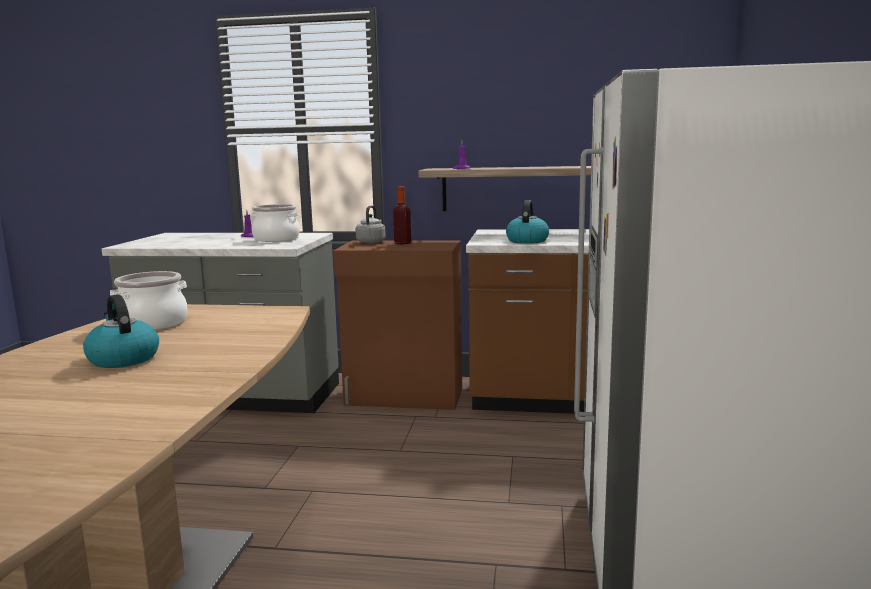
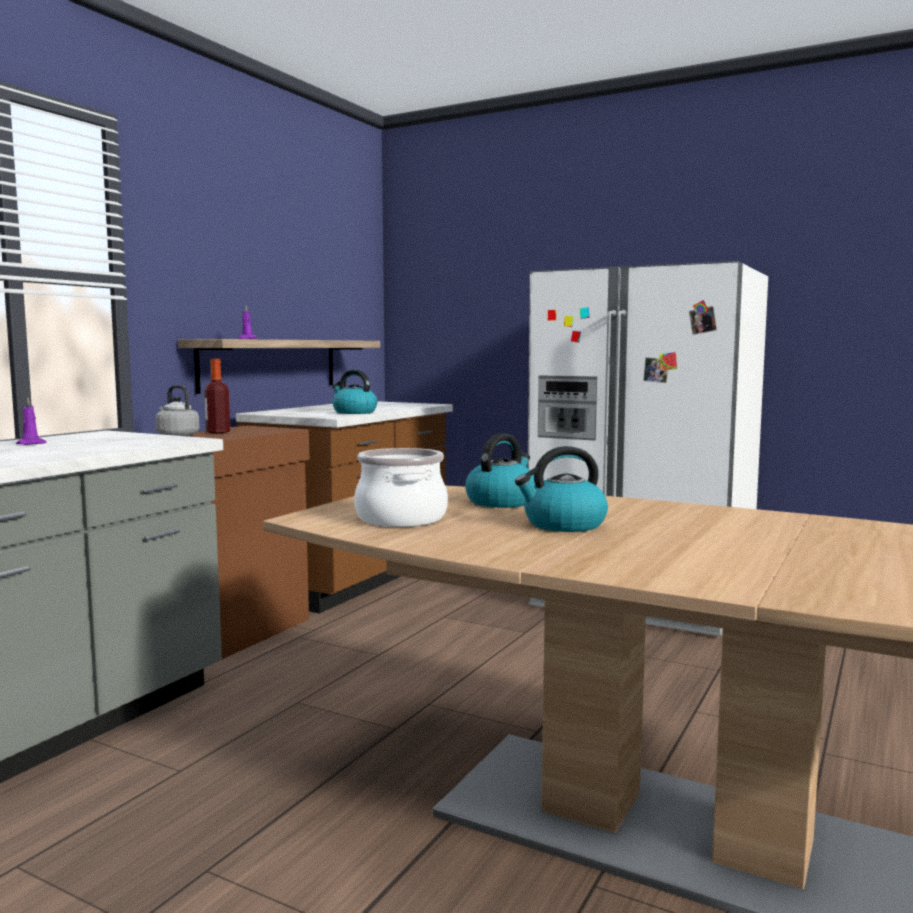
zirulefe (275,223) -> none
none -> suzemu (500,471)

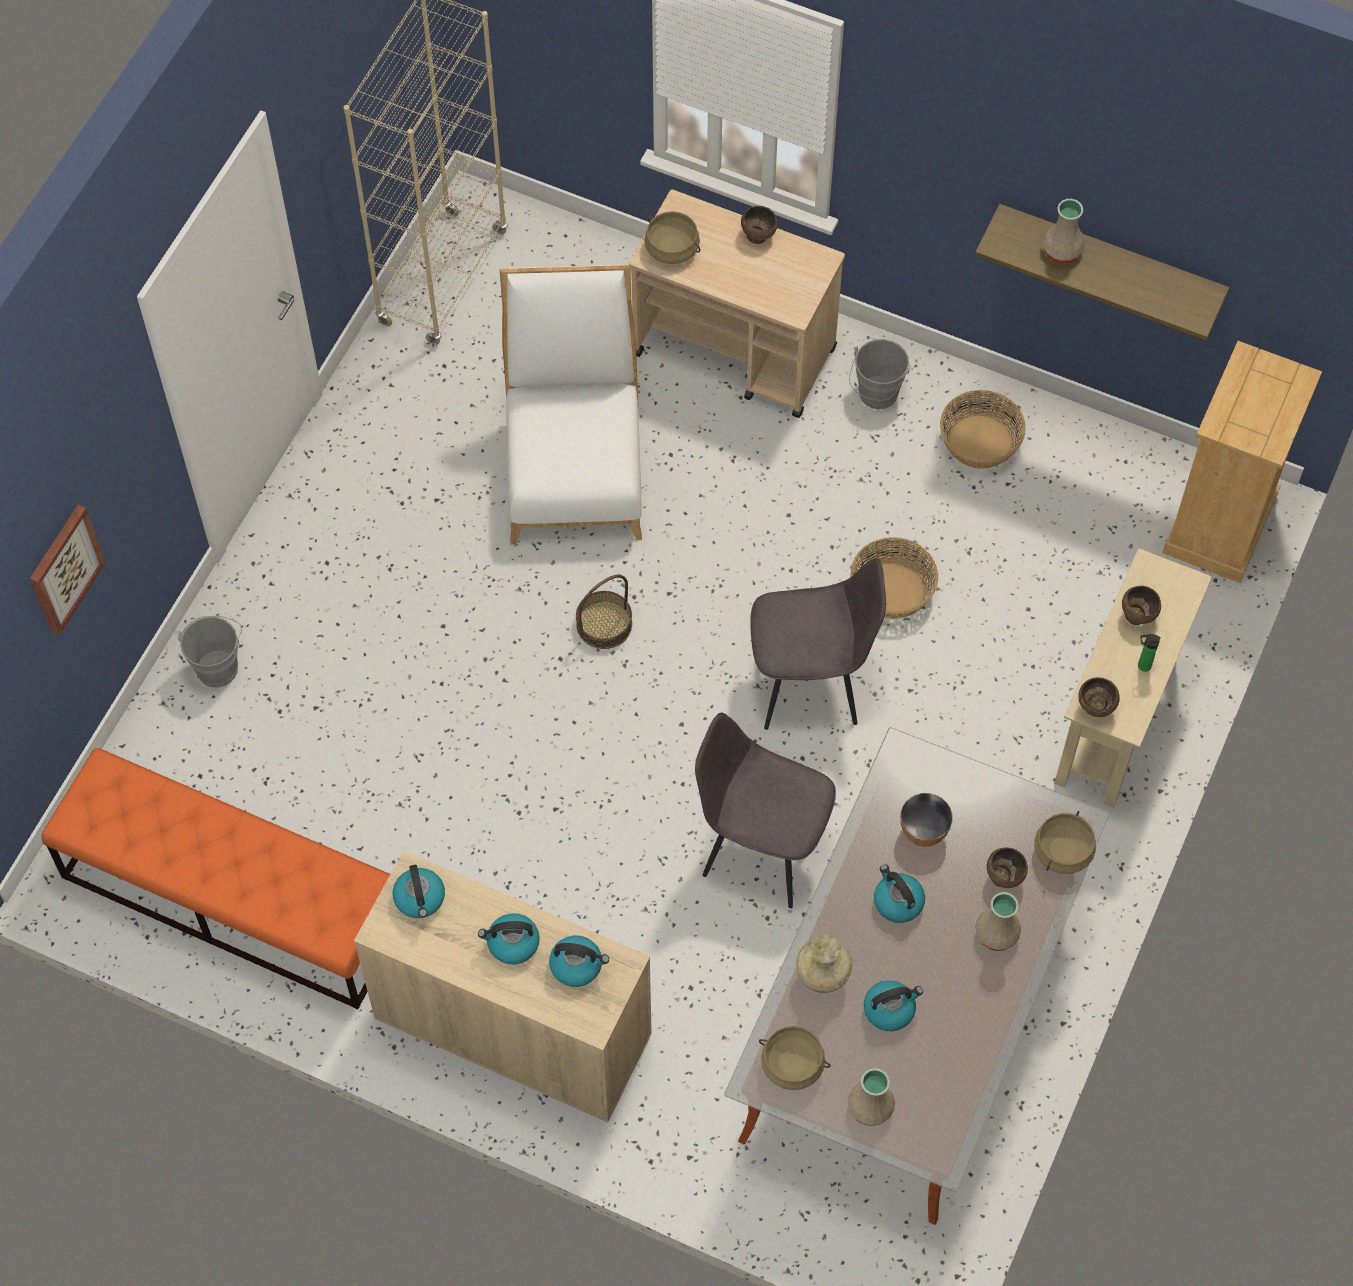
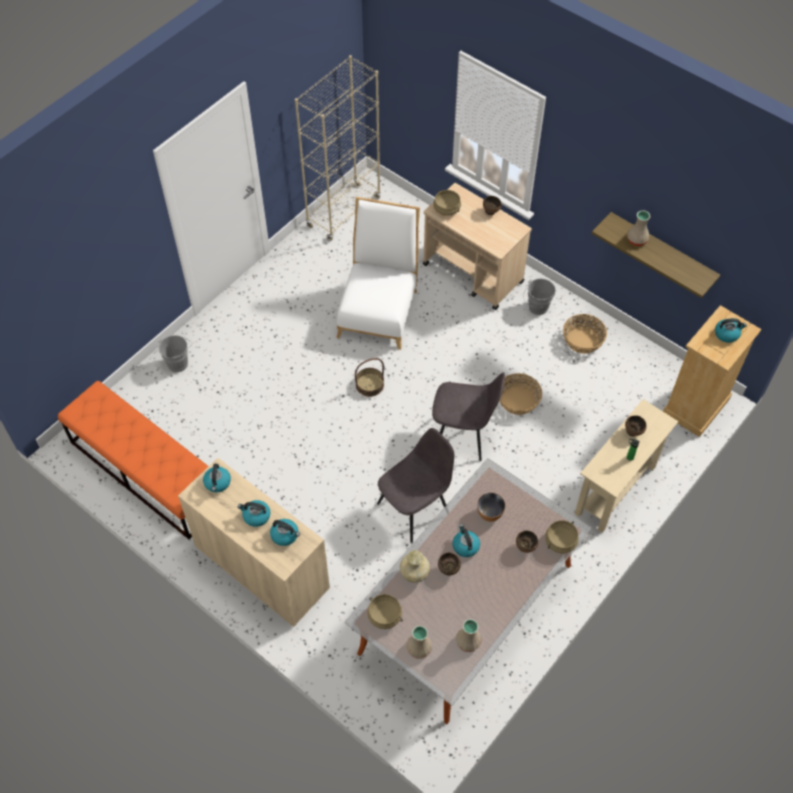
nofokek (68,570) -> none
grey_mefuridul (765,810) -> grey_mefuridul (415,485), 105 degrees clockwise
suzemu (893,1005) -> suzemu (731,330), moved
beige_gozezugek (998,921) -> beige_gozezugek (469,635), moved
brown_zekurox (1099,697) -> brown_zekurox (449,564), moved

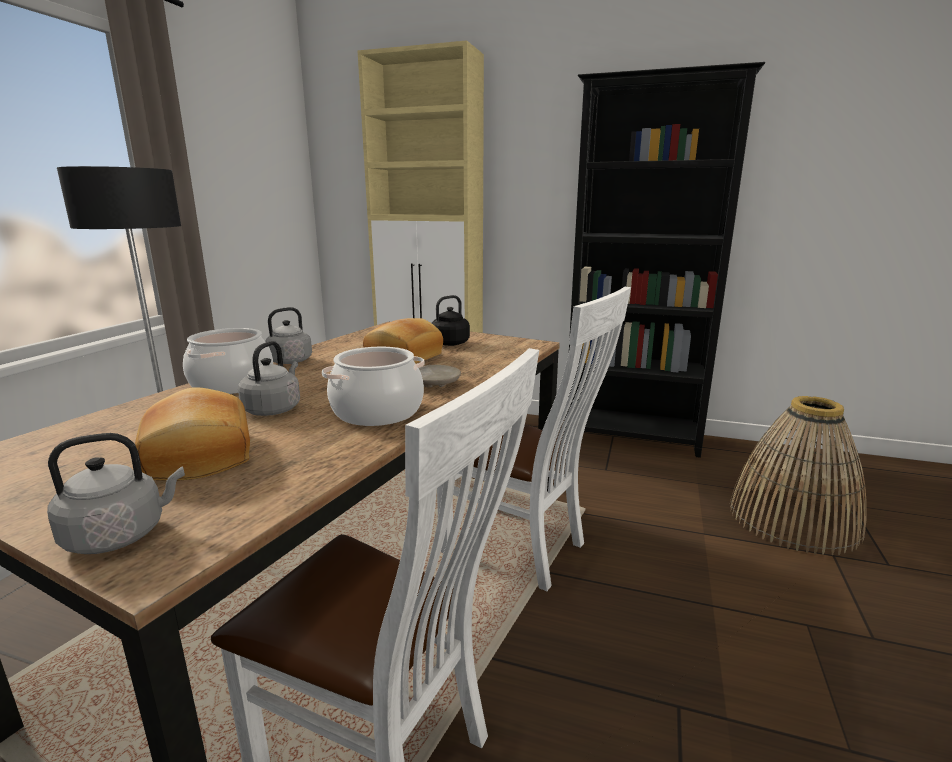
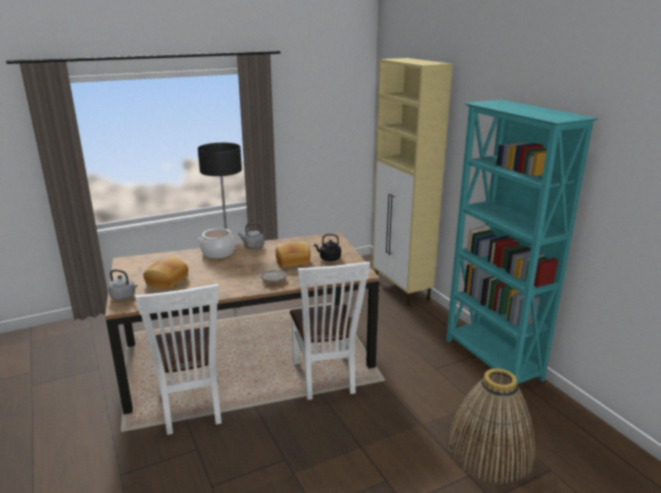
grey_suzemu (269,378) -> none
zirulefe (373,386) -> none
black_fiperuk (664,260) -> turquoise_fiperuk (522,242)

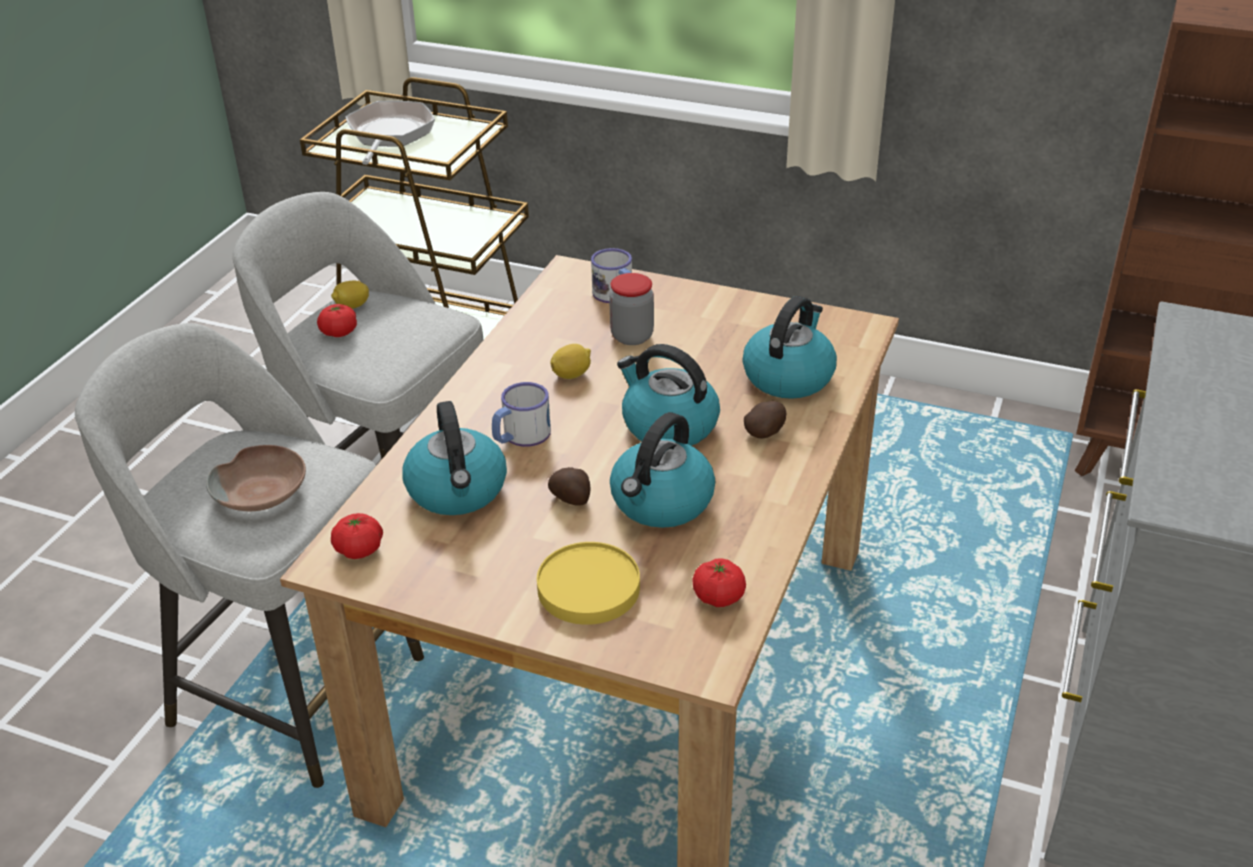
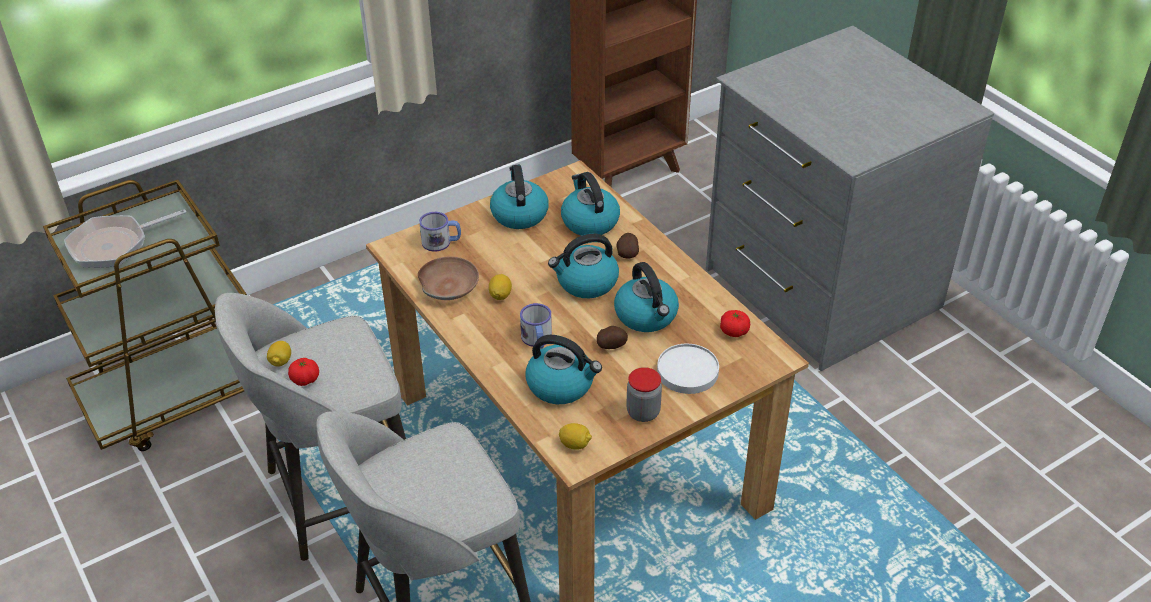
brown_zekurox (256,478) -> brown_zekurox (448,278), moved
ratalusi (357,536) -> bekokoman (575,436)
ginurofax (390,133) -> ginurofax (125,238), 75 degrees counterclockwise
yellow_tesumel (588,583) -> white_tesumel (688,369)
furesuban (631,309) -> furesuban (644,394), moved
none -> suzemu (519,197)

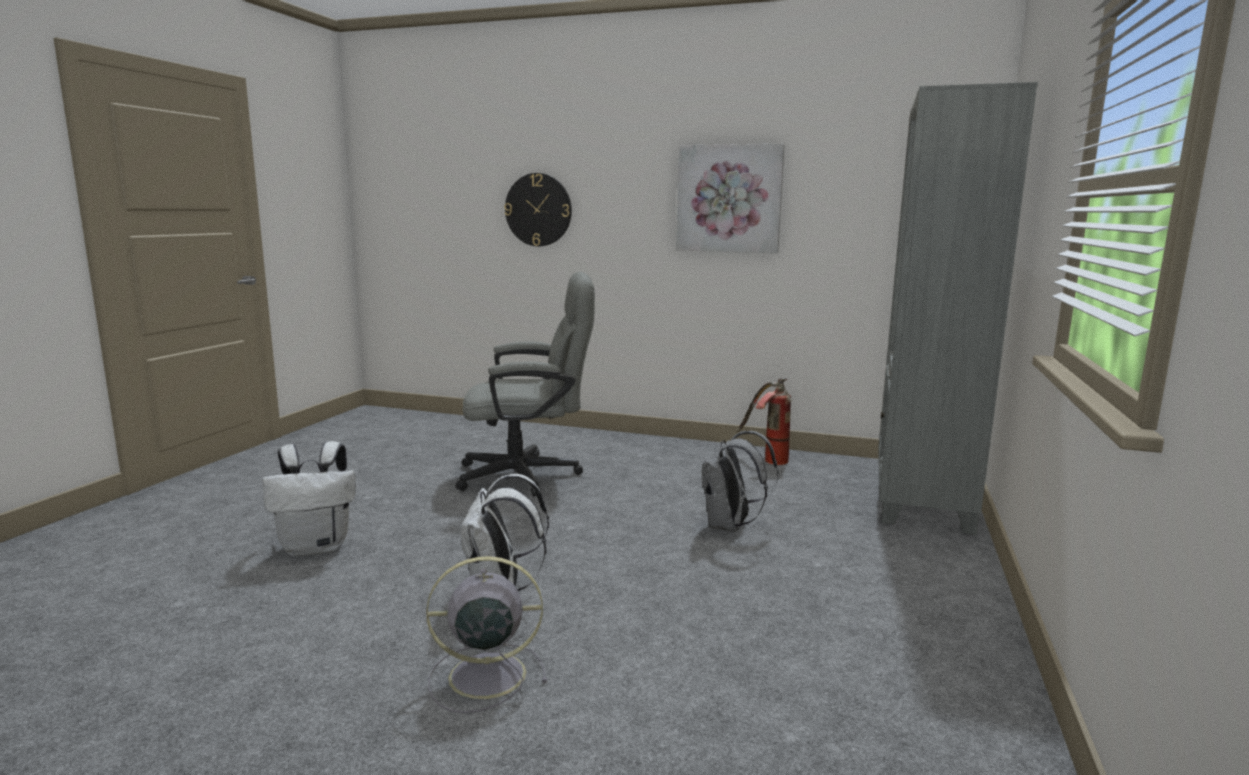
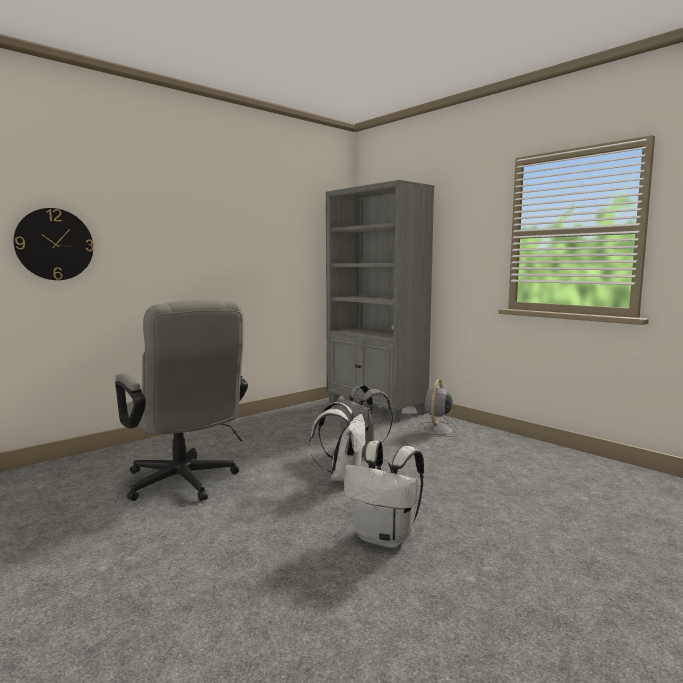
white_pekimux (309,499) -> white_pekimux (337,442), moved
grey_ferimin (486,634) -> grey_ferimin (437,408), moved
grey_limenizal (525,384) -> grey_limenizal (181,400), 120 degrees clockwise
nofokek (730,198) -> none
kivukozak (764,421) -> none

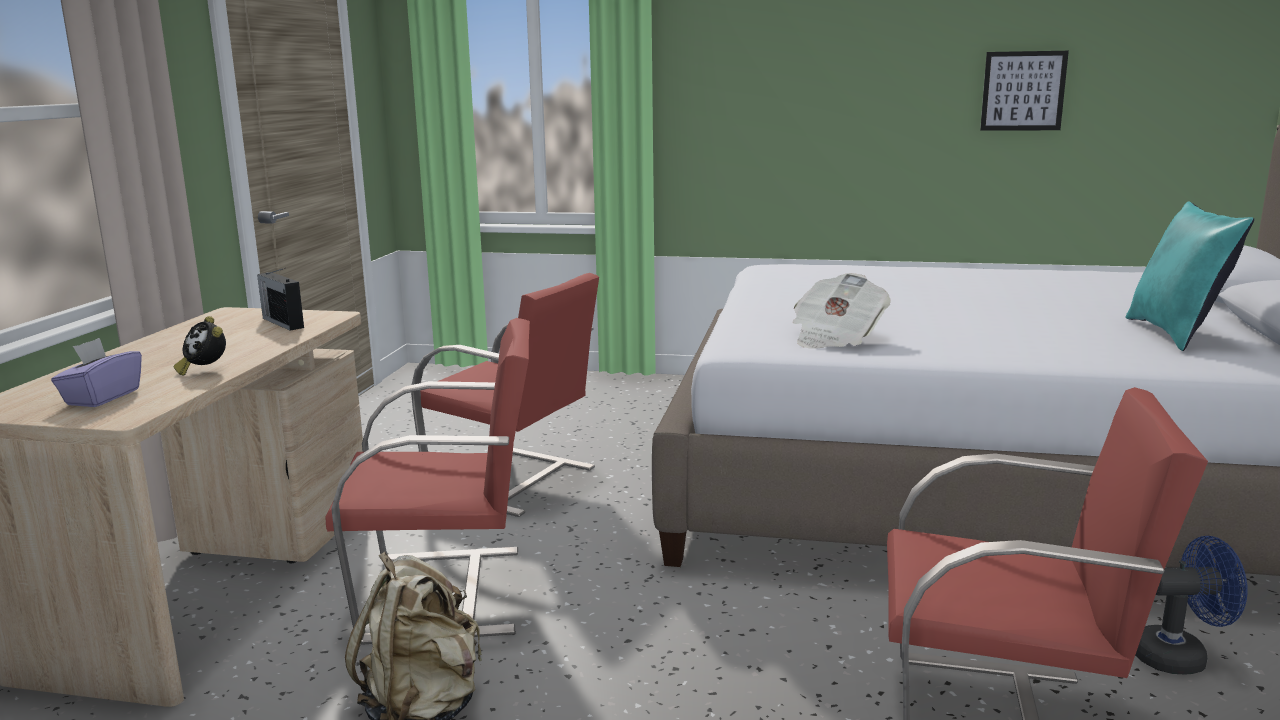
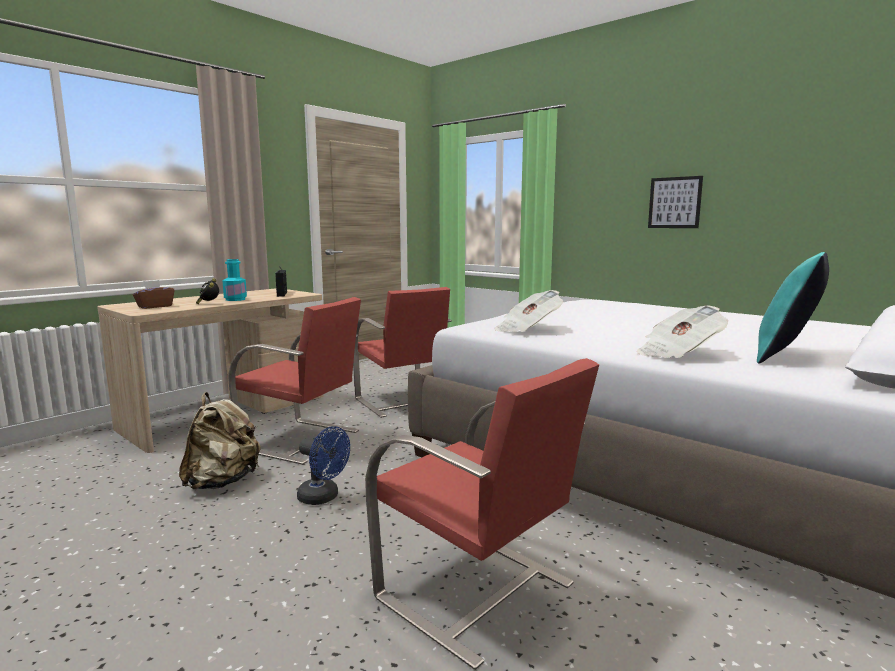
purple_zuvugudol (96,372) -> brown_zuvugudol (154,294)
nofokek (1024,91) -> nofokek (675,202), moved
blue_ferimin (1191,605) -> blue_ferimin (323,465), moved
none -> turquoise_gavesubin (234,280)
none -> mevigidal (682,332)

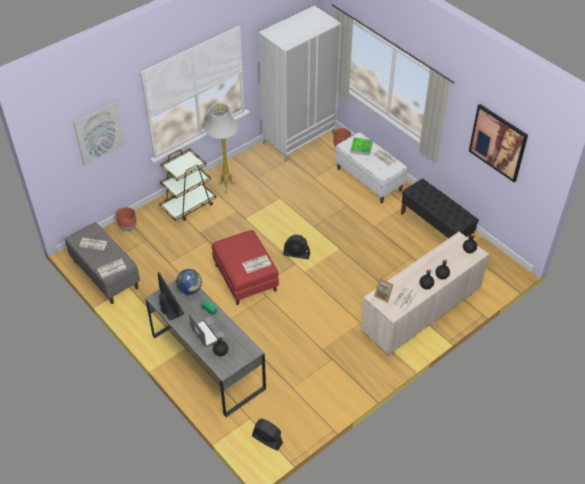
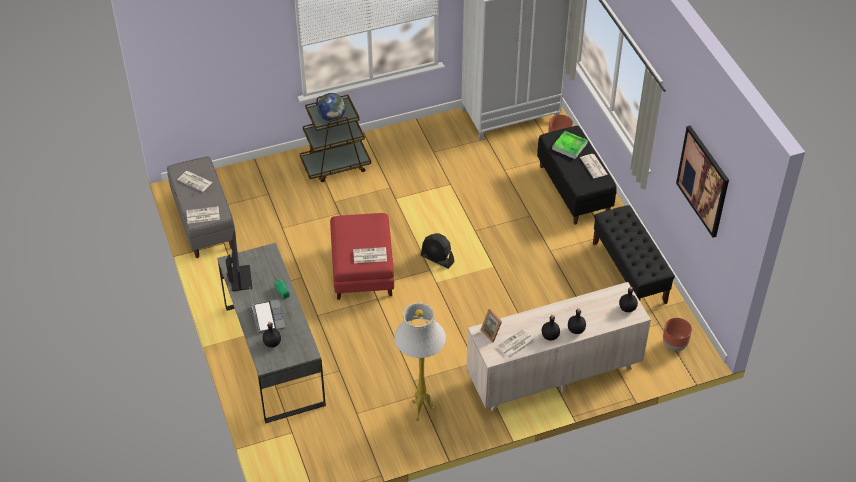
nofokek (98,134) -> none
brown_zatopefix (126,219) -> brown_zatopefix (677,334), moved
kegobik (189,281) -> kegobik (331,107), moved
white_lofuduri (222,148) -> white_lofuduri (420,362), moved
black_ferimin (267,434) -> none
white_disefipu (371,167) -> black_disefipu (577,175)

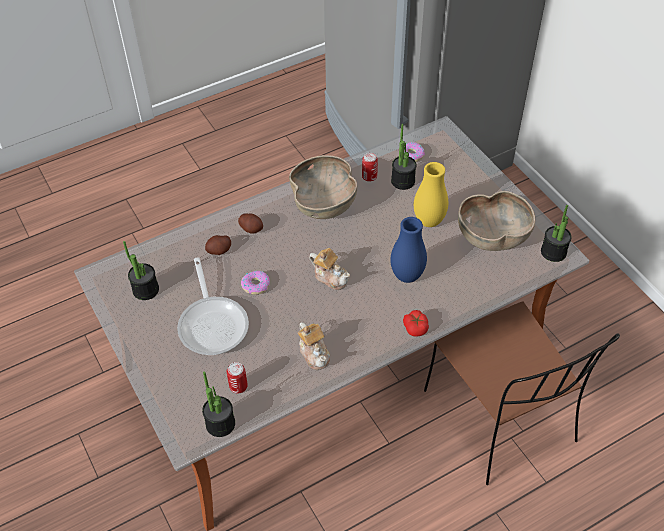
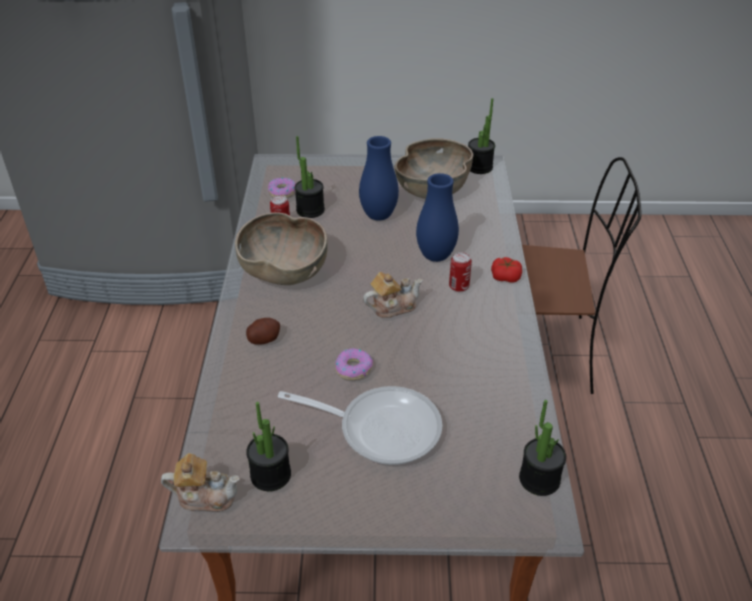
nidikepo (218,245) -> none
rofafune (237,378) -> rofafune (460,272), moved
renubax (314,346) -> renubax (200,482), moved
yellow_gozezugek (431,194) -> blue_gozezugek (379,178)

